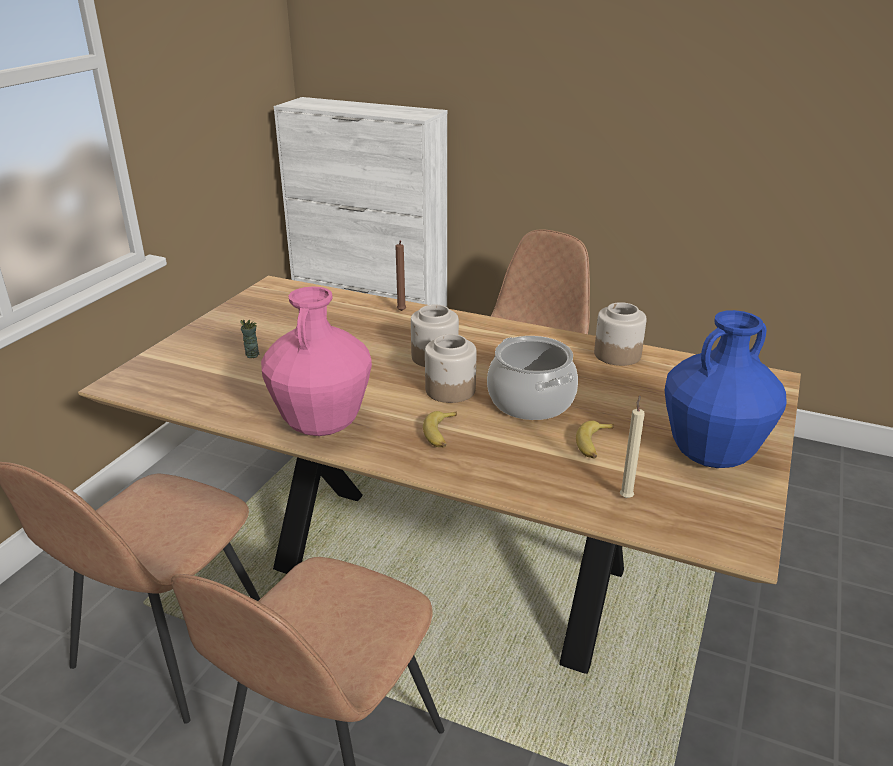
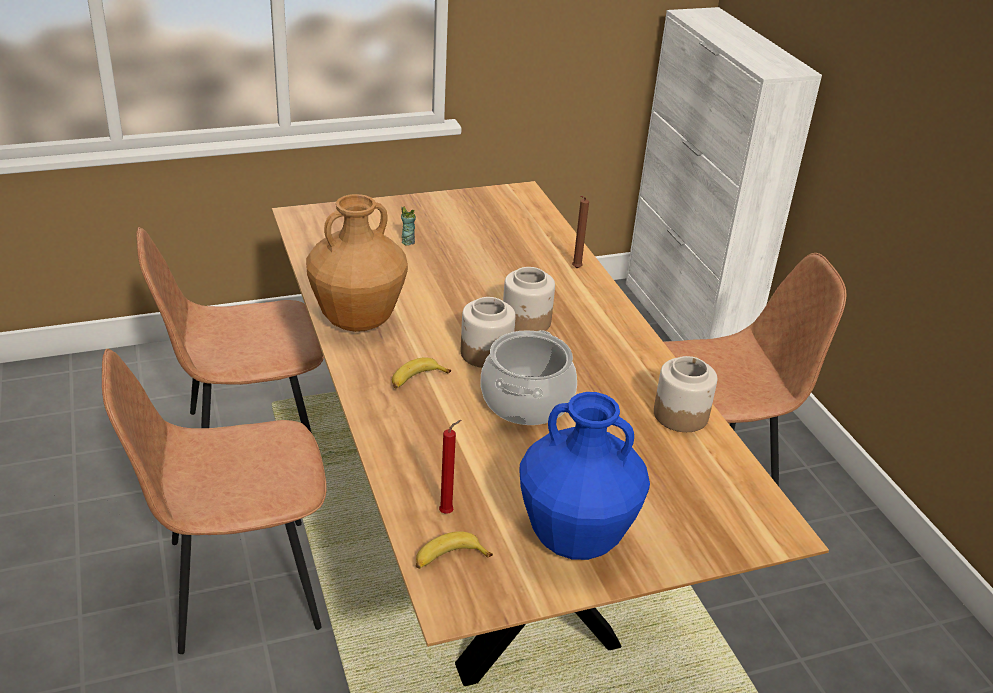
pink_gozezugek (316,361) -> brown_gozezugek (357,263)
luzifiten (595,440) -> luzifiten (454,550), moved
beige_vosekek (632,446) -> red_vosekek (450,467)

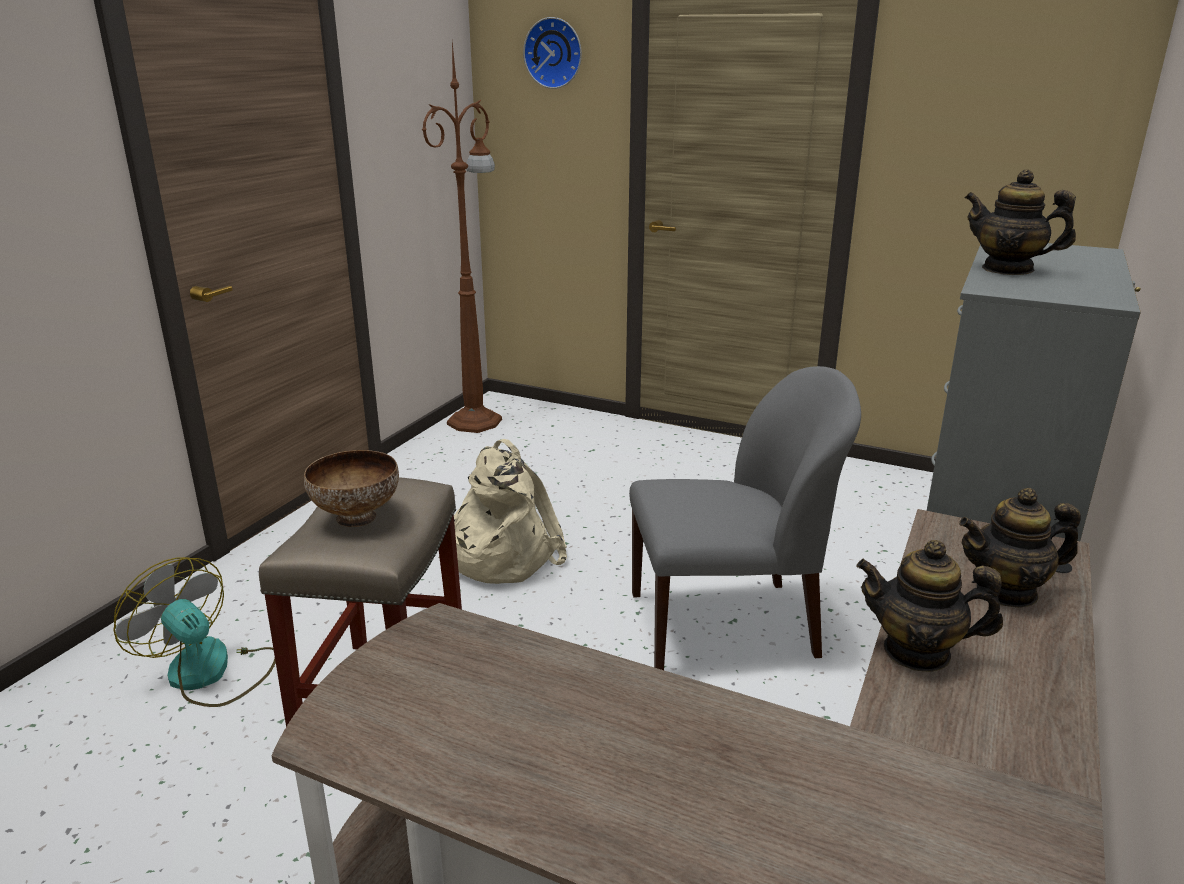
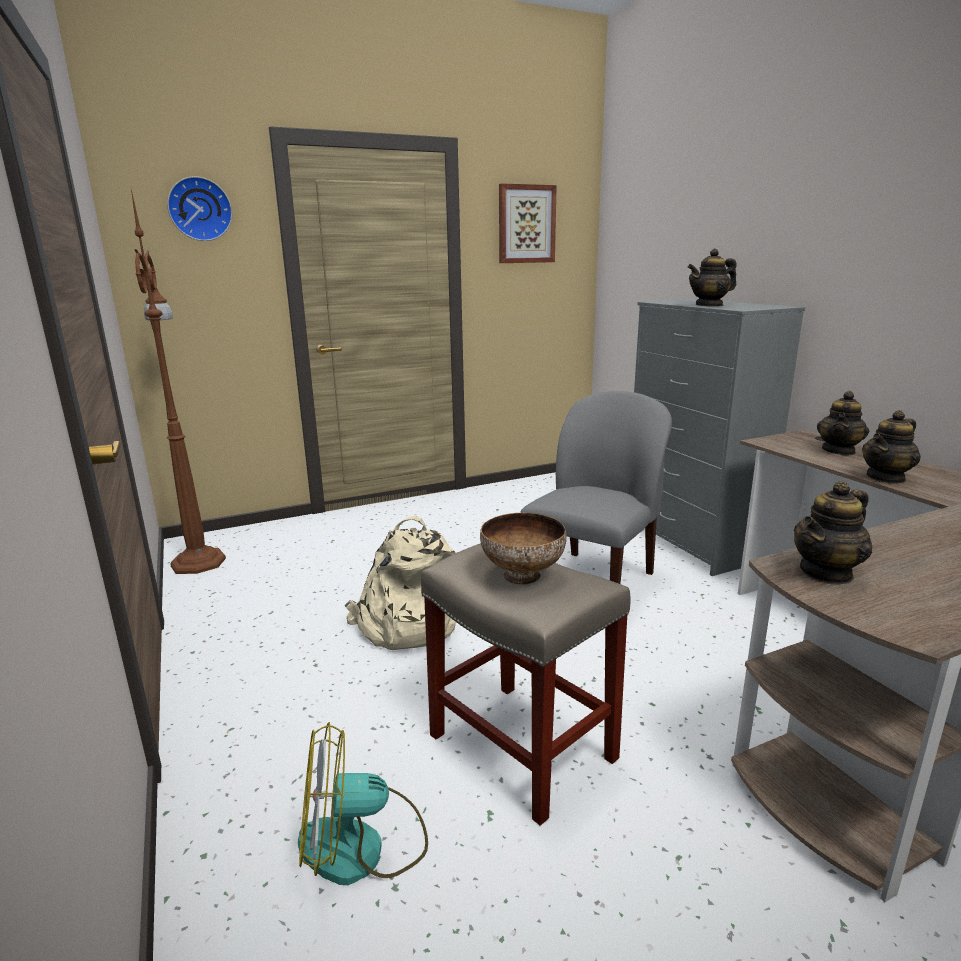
none -> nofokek (528,223)
none -> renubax (833,533)

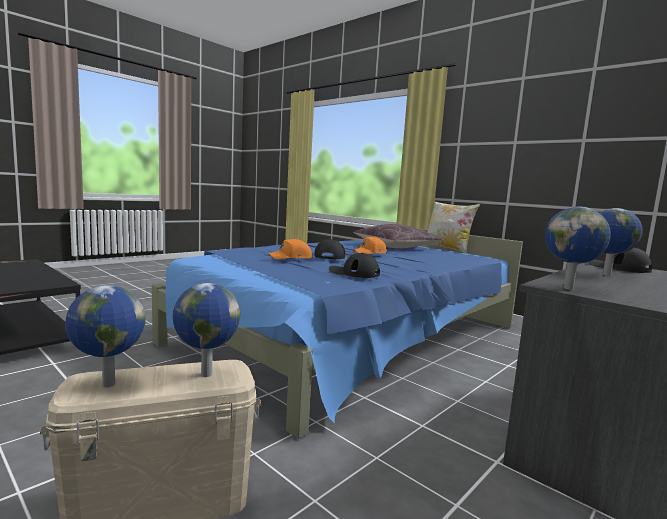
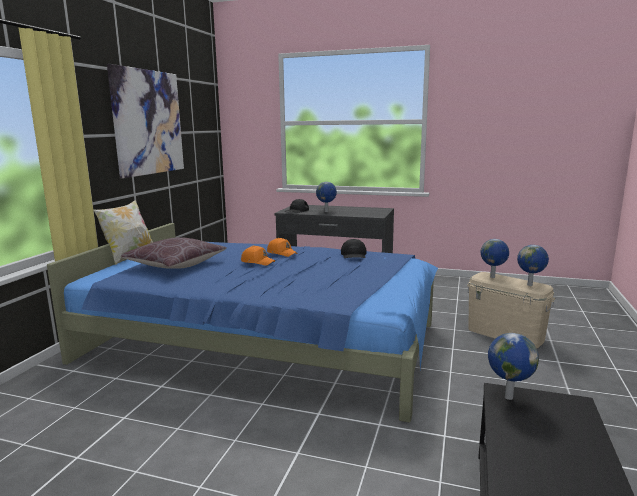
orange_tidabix (290,249) -> orange_tidabix (282,247), moved
black_tidabix (329,249) -> none
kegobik (578,248) -> kegobik (513,366), moved
none -> nofokek (145,121)

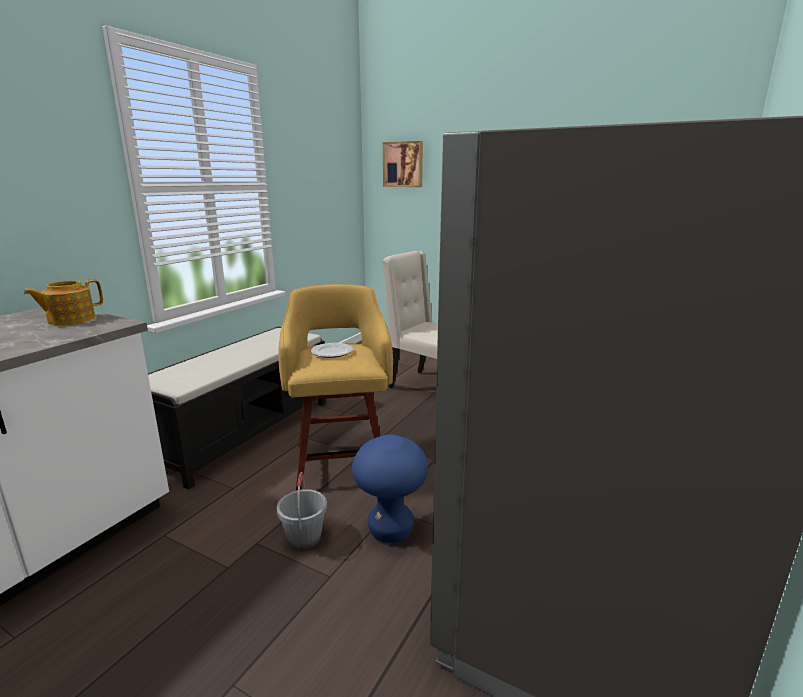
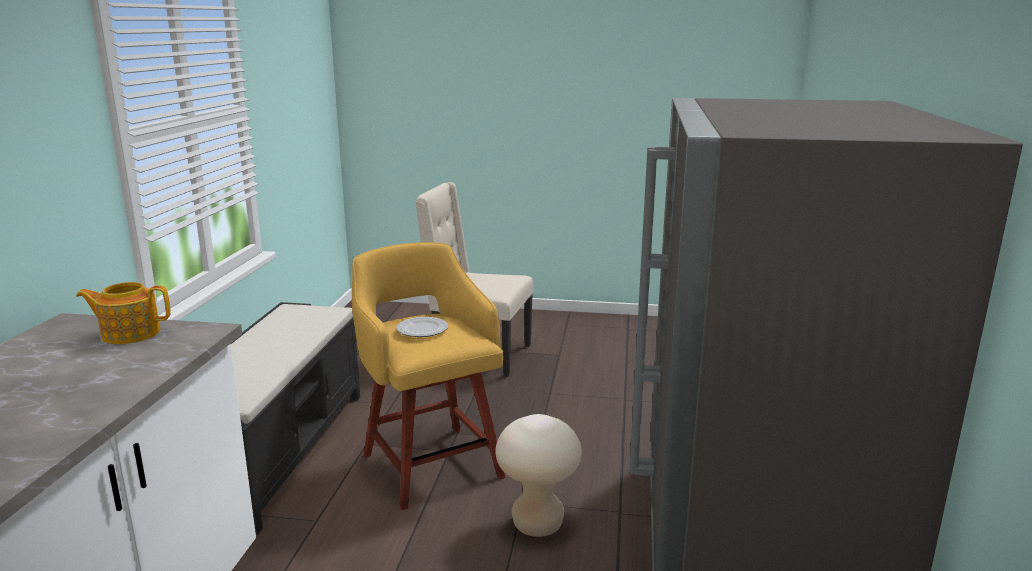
renubax (63,302) -> renubax (123,313), 60 degrees clockwise
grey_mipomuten (302,511) -> none
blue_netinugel (390,489) -> beige_netinugel (539,475)
nofokek (403,164) -> none

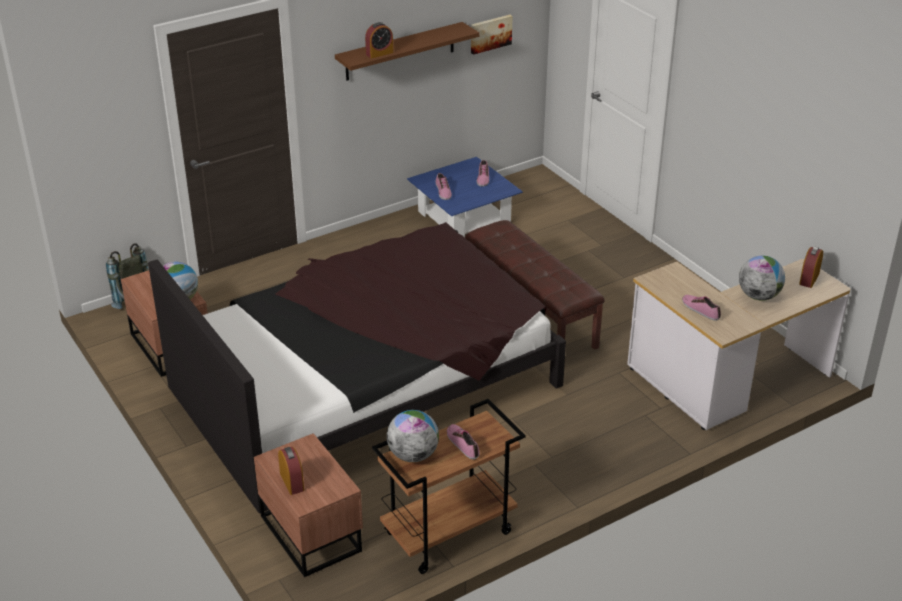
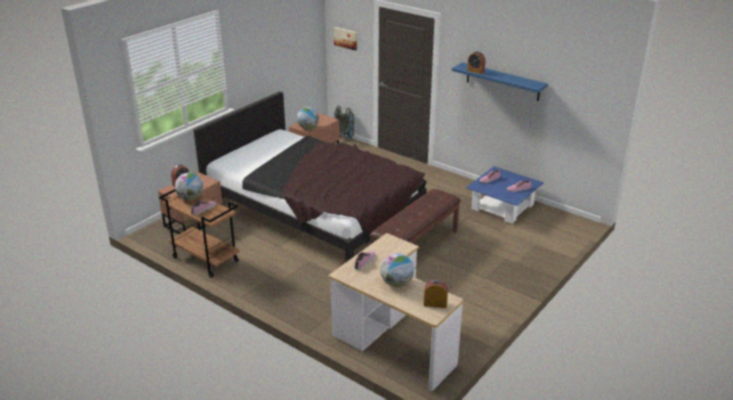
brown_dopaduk (407,51) -> blue_dopaduk (499,81)
nofokek (492,35) -> nofokek (345,38), moved

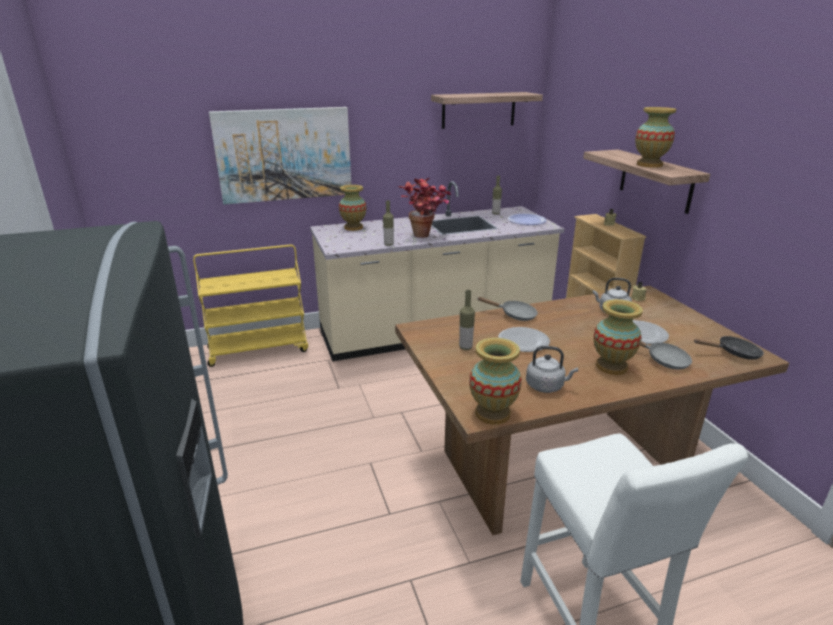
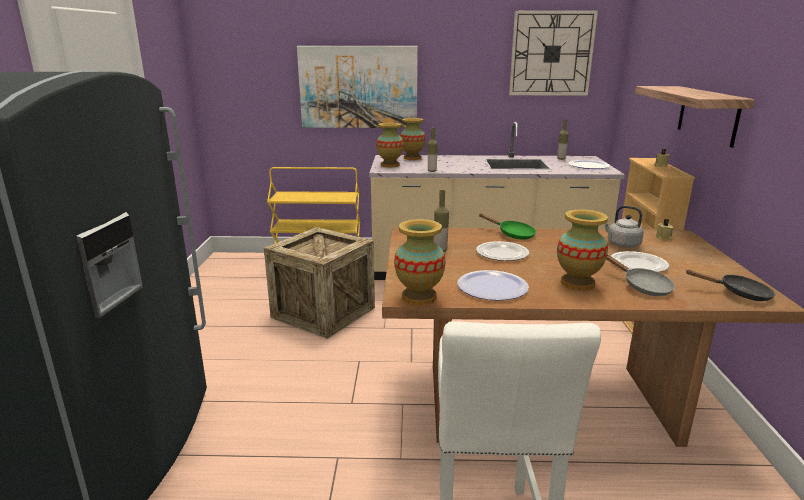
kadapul (424,208) -> none
dopaduk (487,110) -> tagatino (553,53)
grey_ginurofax (507,309) -> green_ginurofax (507,226)
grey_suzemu (552,369) -> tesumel (493,285)
gozezugek (655,137) -> gozezugek (390,145), moved
none -> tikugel (319,283)

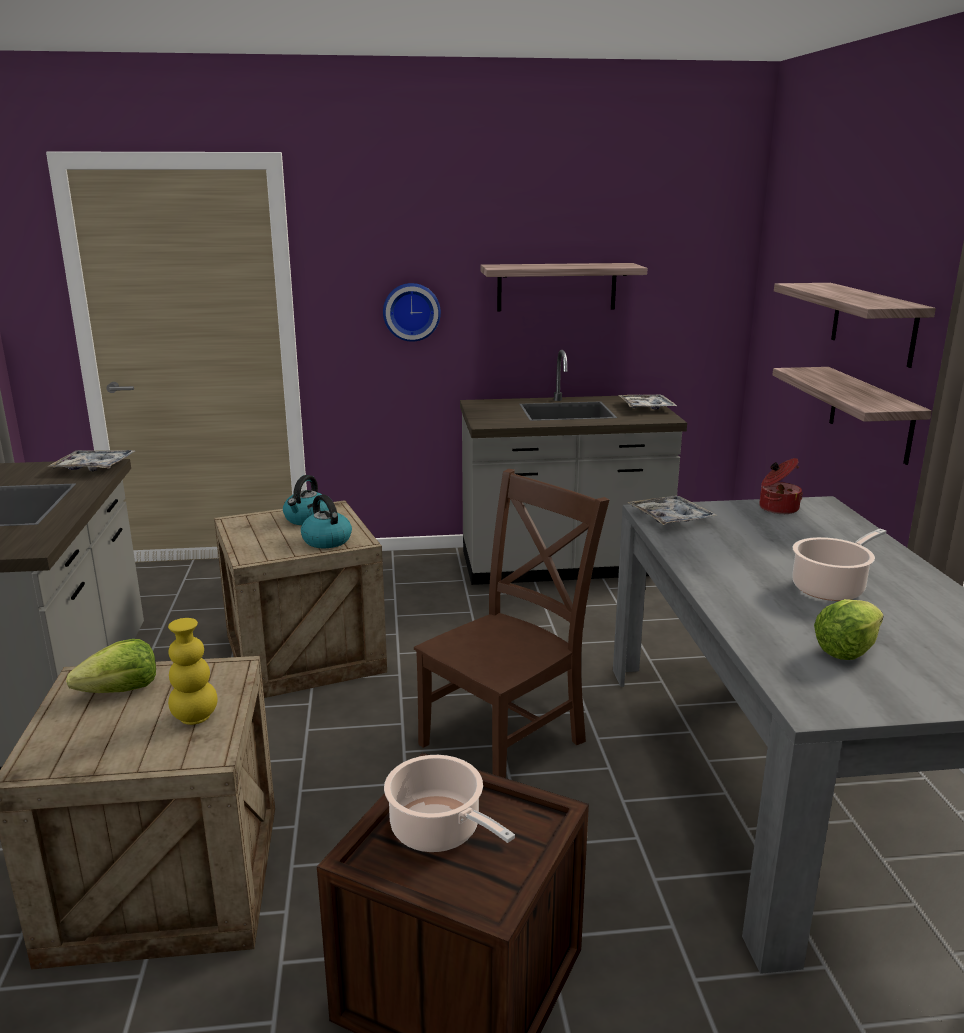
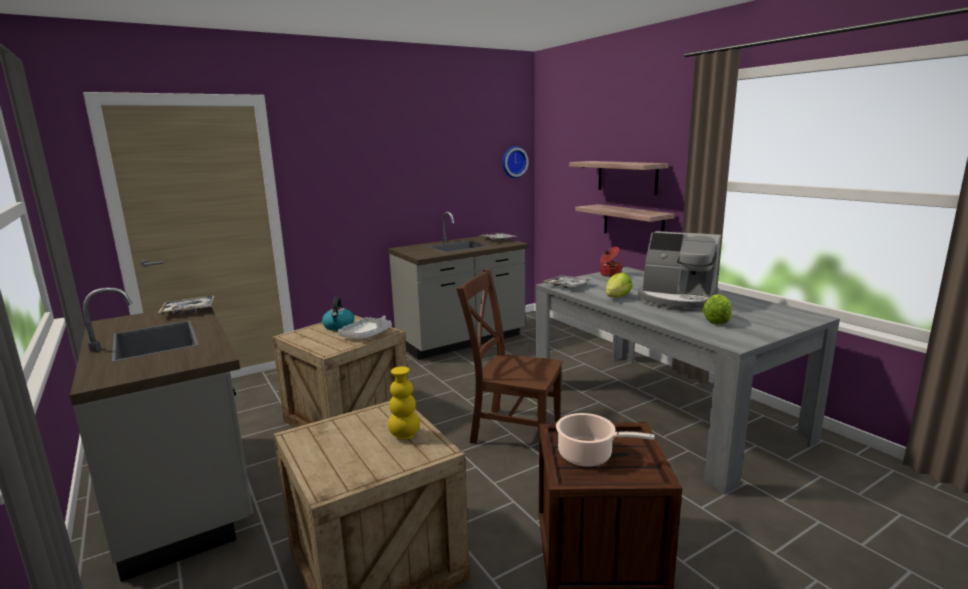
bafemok (111,666) -> bafemok (619,285), moved
suzemu (326,521) -> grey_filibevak (365,327)
tagatino (412,312) -> tagatino (515,162), moved
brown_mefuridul (512,623) -> brown_mefuridul (509,356), 90 degrees counterclockwise
dopaduk (564,287) -> none
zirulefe (839,565) -> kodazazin (679,271)

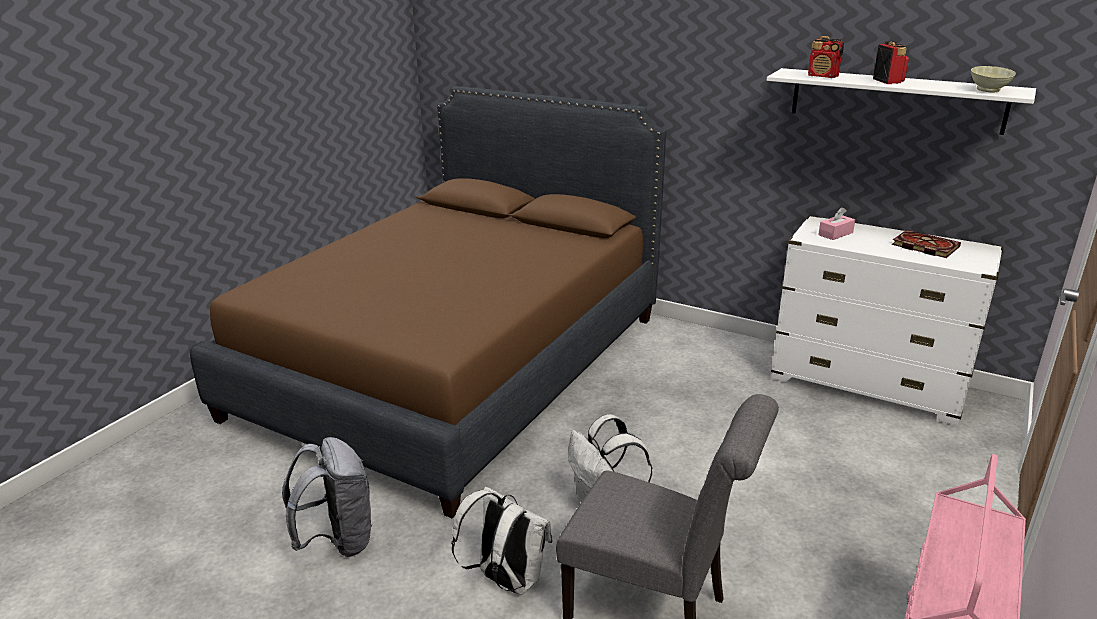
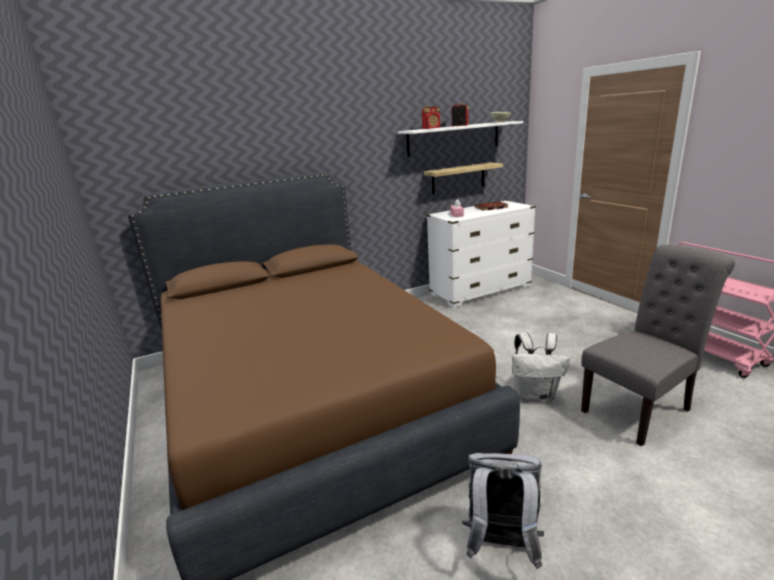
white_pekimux (502,540) -> none
none -> dopaduk (463,178)

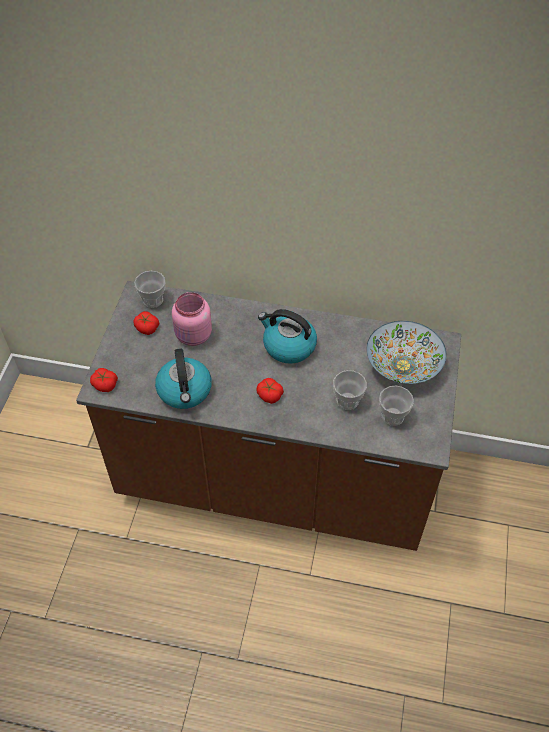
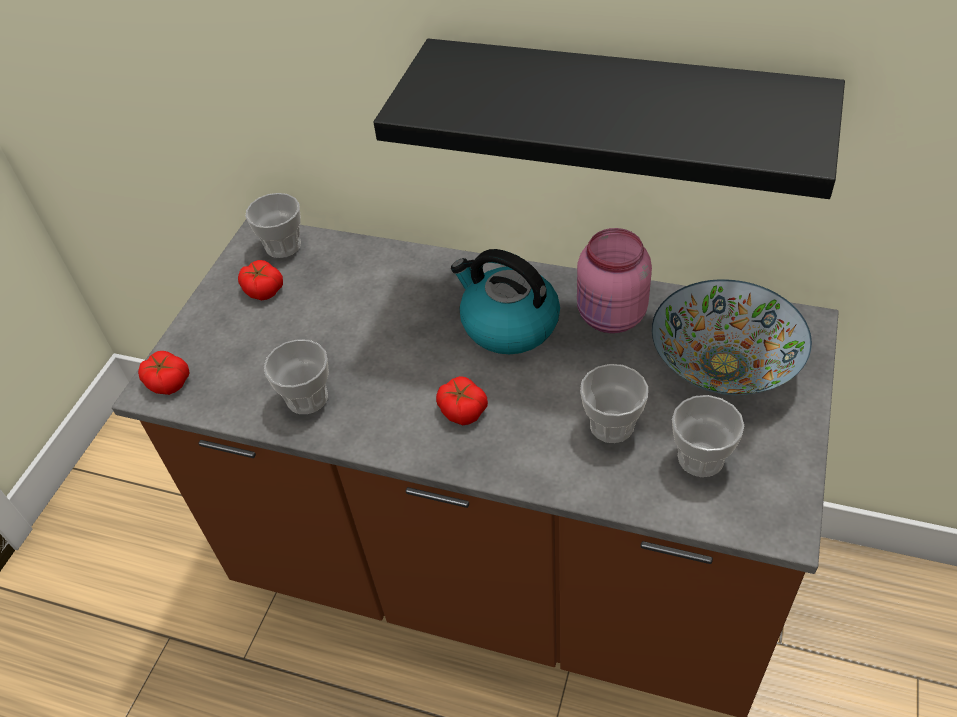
suzemu (183,378) -> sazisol (296,376)
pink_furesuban (192,319) -> pink_furesuban (614,280), moved
none -> black_dopaduk (609,119)

